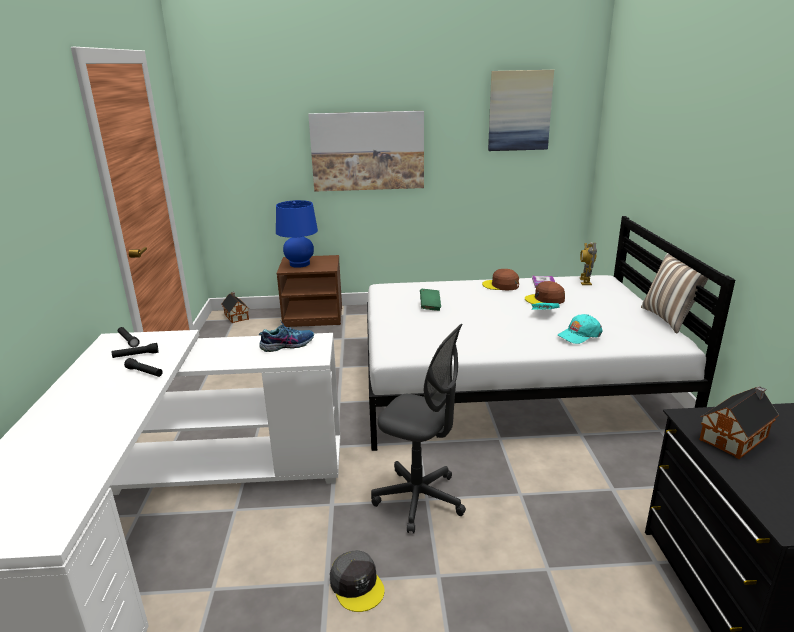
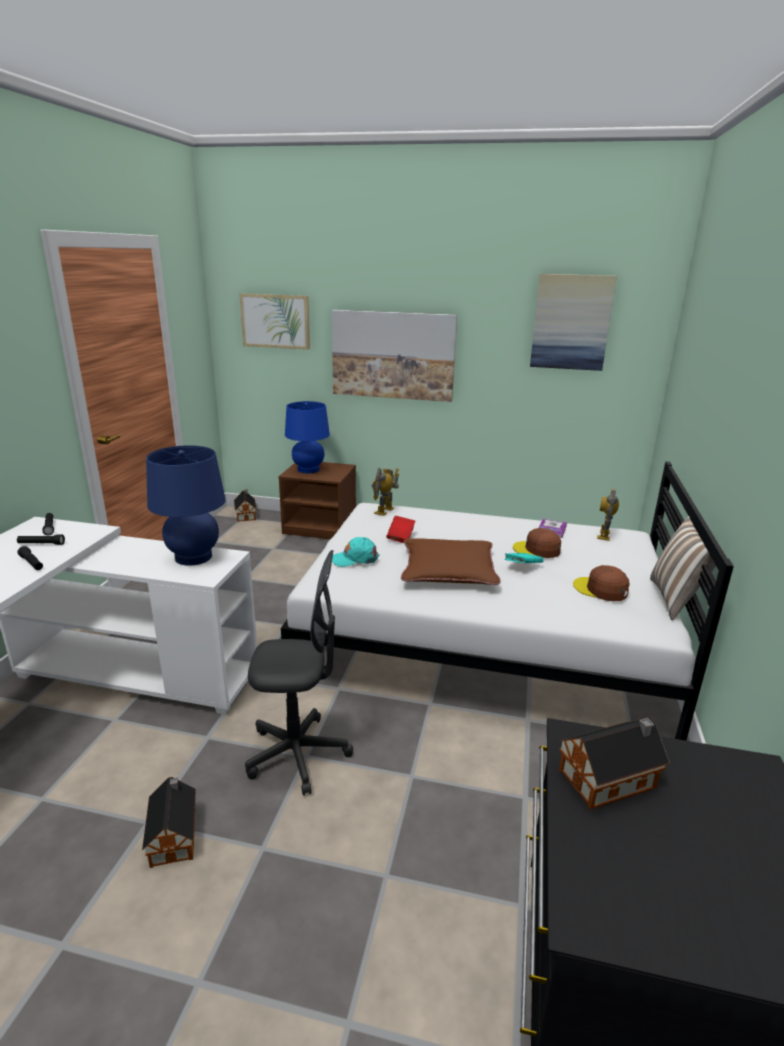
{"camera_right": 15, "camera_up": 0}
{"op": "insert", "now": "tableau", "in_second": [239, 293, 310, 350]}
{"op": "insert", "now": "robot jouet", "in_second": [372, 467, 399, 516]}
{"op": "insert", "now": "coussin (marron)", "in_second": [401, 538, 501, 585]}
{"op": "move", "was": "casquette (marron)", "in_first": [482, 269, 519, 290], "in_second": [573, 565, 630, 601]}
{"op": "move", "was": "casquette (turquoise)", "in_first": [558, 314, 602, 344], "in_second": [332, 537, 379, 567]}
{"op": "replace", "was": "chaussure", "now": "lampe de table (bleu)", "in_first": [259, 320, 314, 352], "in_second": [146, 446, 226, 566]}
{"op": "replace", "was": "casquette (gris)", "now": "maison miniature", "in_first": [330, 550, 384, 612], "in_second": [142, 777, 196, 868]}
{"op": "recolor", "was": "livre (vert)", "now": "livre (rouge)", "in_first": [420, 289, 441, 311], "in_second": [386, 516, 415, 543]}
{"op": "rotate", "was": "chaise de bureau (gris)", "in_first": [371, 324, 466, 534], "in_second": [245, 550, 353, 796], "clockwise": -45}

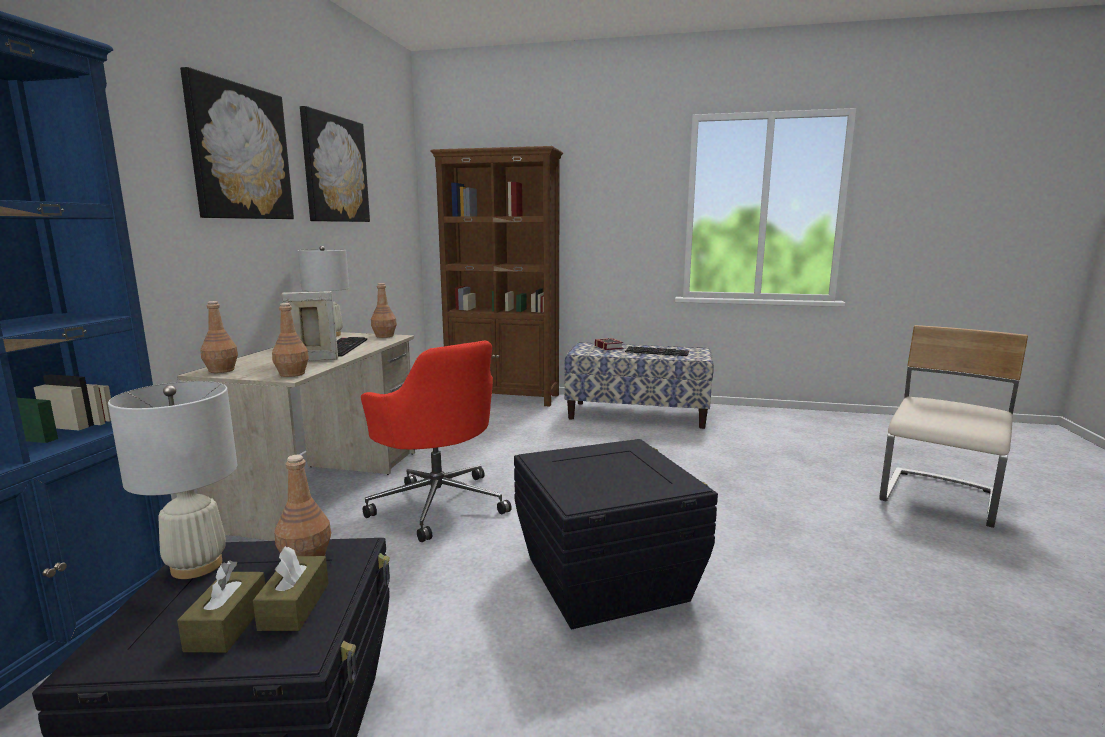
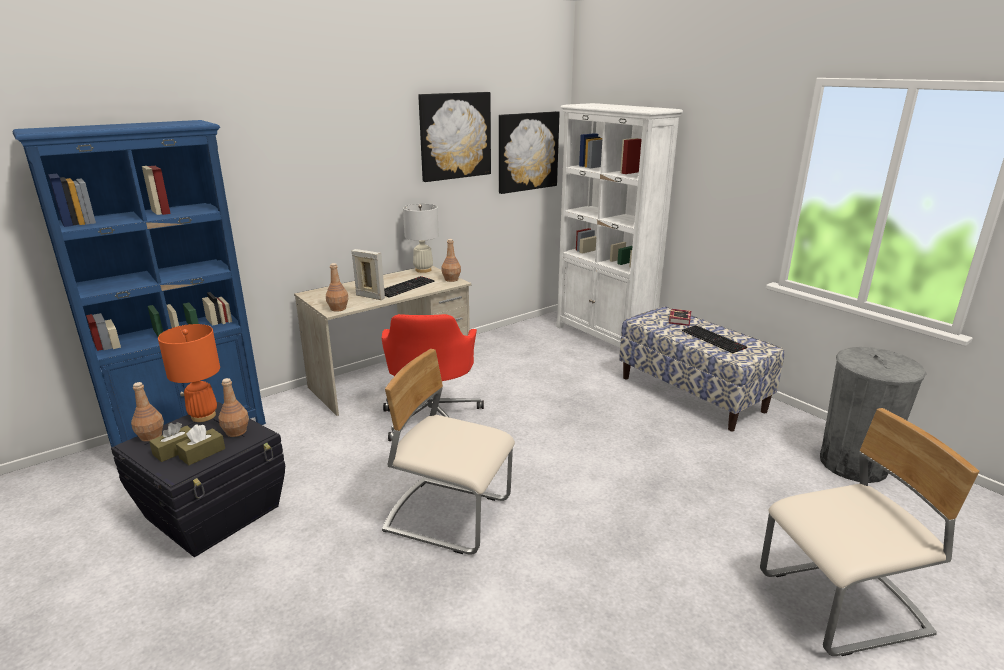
{"camera_right": 40, "camera_up": 10}
{"op": "insert", "now": "poubelle (gris)", "in_second": [820, 347, 926, 483]}
{"op": "move", "was": "tableau", "in_first": [180, 67, 294, 219], "in_second": [499, 111, 560, 194]}
{"op": "move", "was": "bouteille (marron)", "in_first": [200, 301, 238, 373], "in_second": [131, 382, 164, 442]}
{"op": "replace", "was": "boîte de rangement (noir)", "now": "chaise (beige)", "in_first": [514, 439, 718, 629], "in_second": [382, 349, 515, 555]}
{"op": "recolor", "was": "lampe de table (blanc)", "now": "lampe de table (orange)", "in_first": [108, 381, 237, 579], "in_second": [158, 324, 220, 422]}
{"op": "recolor", "was": "bibliothèque (marron)", "now": "bibliothèque (blanc)", "in_first": [430, 146, 563, 407], "in_second": [556, 103, 683, 348]}

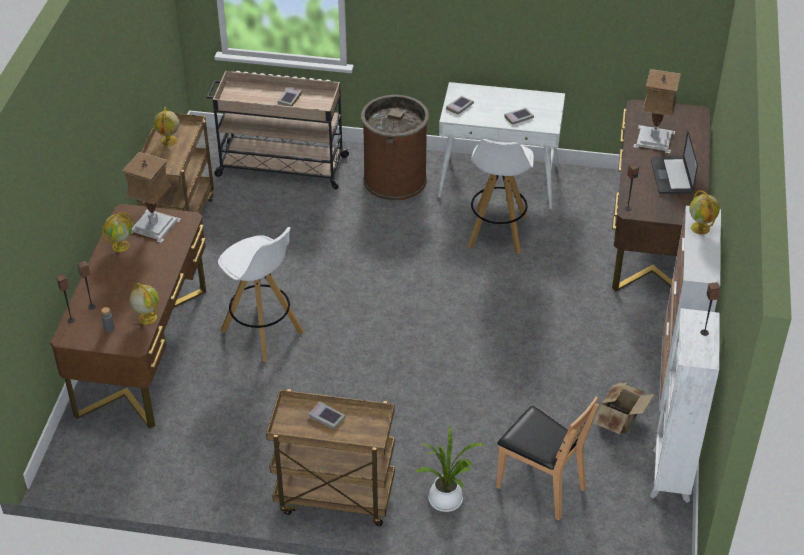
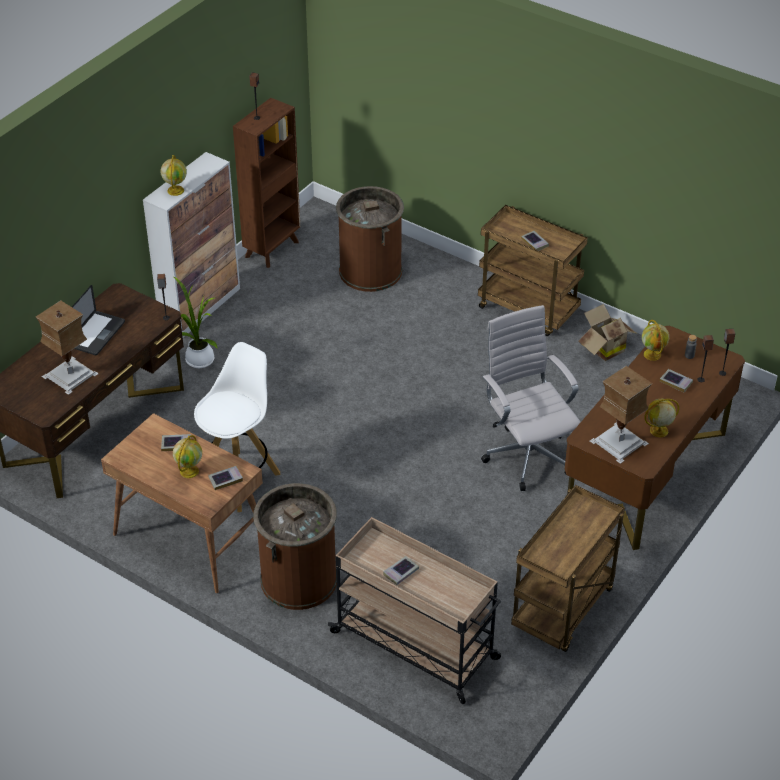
{"camera_right": -155, "camera_up": 0}
{"op": "insert", "now": "livre", "in_second": [660, 369, 693, 392]}
{"op": "move", "was": "globe", "in_first": [154, 107, 179, 146], "in_second": [173, 435, 202, 478]}
{"op": "move", "was": "plante en pot", "in_first": [416, 425, 485, 512], "in_second": [173, 276, 217, 368]}
{"op": "move", "was": "carton", "in_first": [594, 382, 654, 435], "in_second": [578, 304, 637, 361]}
{"op": "replace", "was": "tabouret (blanc)", "now": "chaise de bureau (blanc)", "in_first": [218, 227, 304, 362], "in_second": [481, 305, 581, 491]}
{"op": "replace", "was": "chaise (marron)", "now": "poubelle (marron)", "in_first": [496, 397, 599, 520], "in_second": [336, 186, 404, 292]}
{"op": "recolor", "was": "bureau (blanc)", "now": "bureau (marron)", "in_first": [438, 82, 565, 209], "in_second": [101, 413, 263, 593]}
{"op": "recolor", "was": "bibliothèque (blanc)", "now": "bibliothèque (marron)", "in_first": [650, 308, 720, 503], "in_second": [233, 98, 300, 268]}

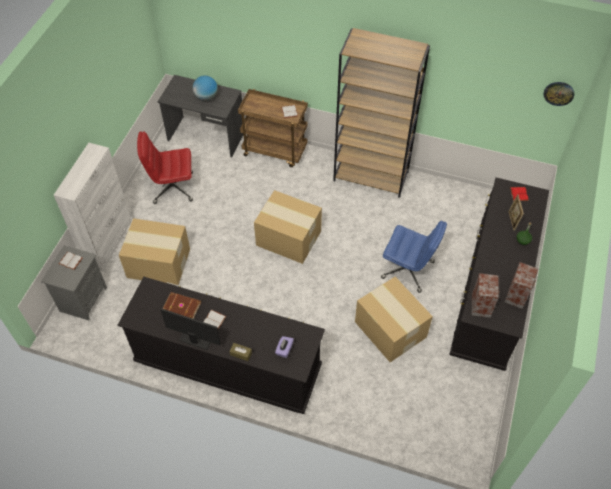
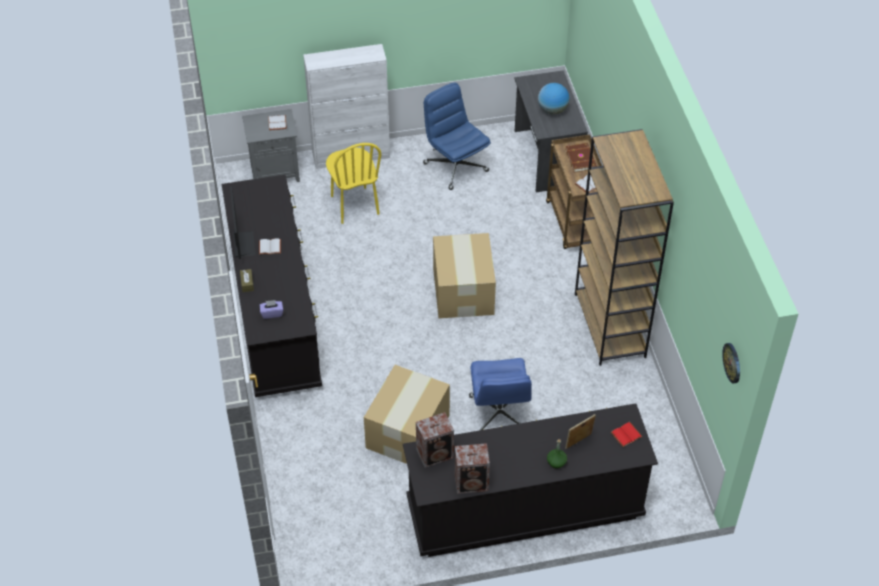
{"camera_right": 60, "camera_up": -5}
{"op": "move", "was": "livre (marron)", "in_first": [163, 292, 201, 319], "in_second": [565, 143, 597, 172]}
{"op": "replace", "was": "carton", "now": "chaise (jaune)", "in_first": [119, 218, 190, 285], "in_second": [326, 143, 381, 224]}
{"op": "recolor", "was": "chaise de bureau (rouge)", "now": "chaise de bureau (bleu)", "in_first": [137, 131, 193, 204], "in_second": [423, 83, 491, 190]}

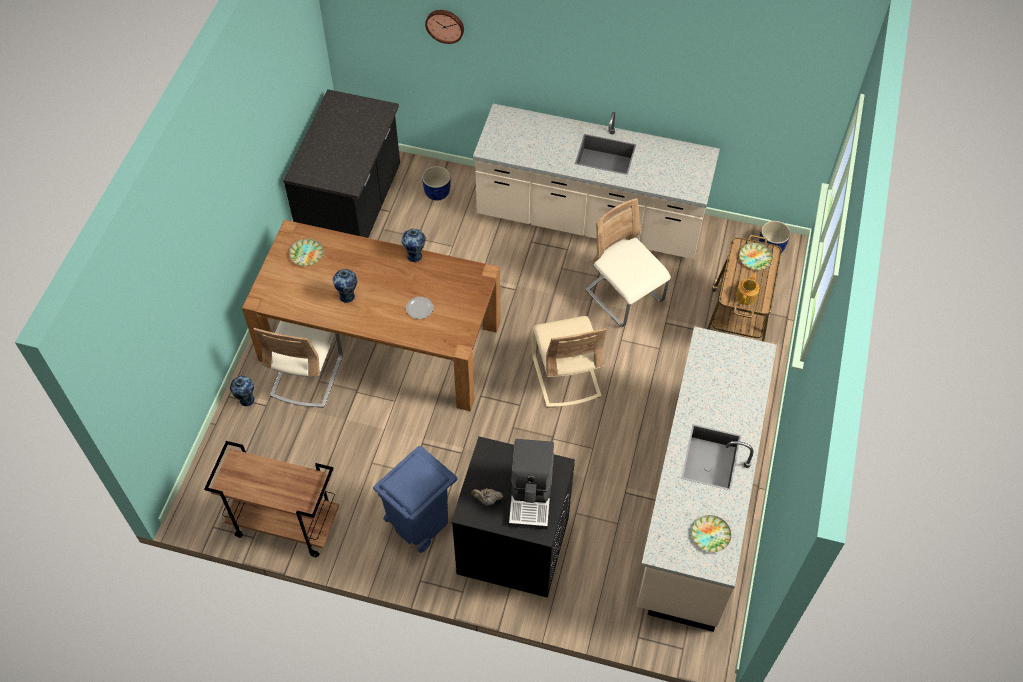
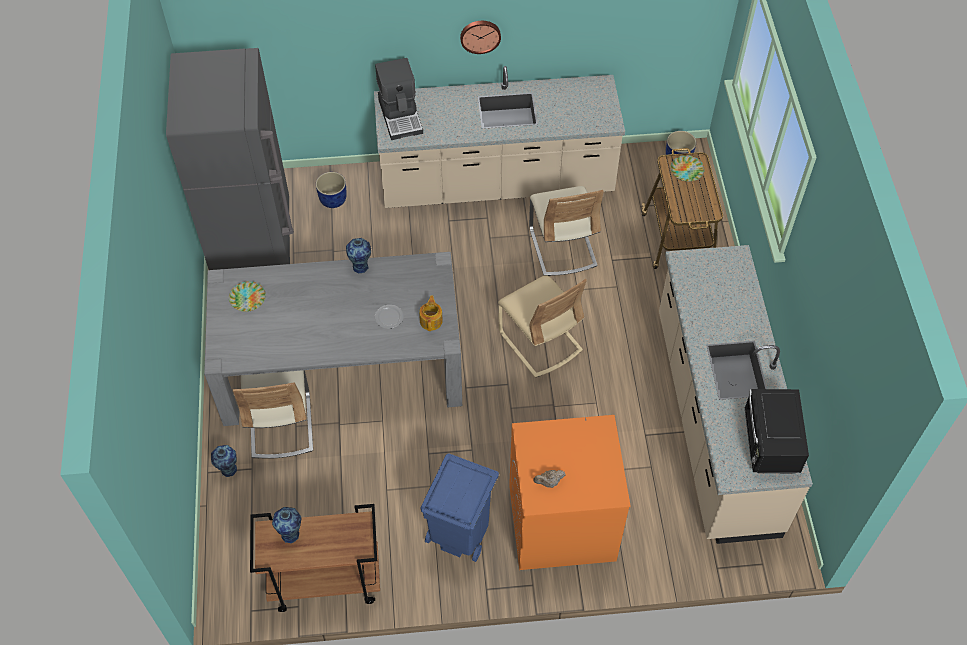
{"camera_right": -20, "camera_up": 0}
{"op": "move", "was": "vase", "in_first": [333, 269, 357, 303], "in_second": [272, 507, 301, 543]}
{"op": "move", "was": "horloge murale", "in_first": [425, 10, 464, 44], "in_second": [460, 21, 501, 54]}
{"op": "move", "was": "machine à café", "in_first": [509, 439, 554, 529], "in_second": [375, 58, 423, 140]}
{"op": "move", "was": "théière", "in_first": [736, 273, 759, 305], "in_second": [419, 295, 443, 331]}
{"op": "replace", "was": "comptoir de cuisine (noir)", "now": "réfrigérateur (gris)", "in_first": [283, 89, 400, 238], "in_second": [166, 48, 294, 270]}
{"op": "replace", "was": "assiette", "now": "micro-ondes (noir)", "in_first": [691, 515, 731, 552], "in_second": [744, 389, 809, 473]}
{"op": "recolor", "was": "table à manger (marron)", "now": "table à manger (gris)", "in_first": [242, 220, 500, 411], "in_second": [204, 252, 462, 426]}
{"op": "recolor", "was": "lave-linge (noir)", "now": "lave-linge (orange)", "in_first": [451, 436, 575, 598], "in_second": [509, 415, 631, 570]}
{"op": "rotate", "was": "chaise (beige)", "in_first": [585, 198, 671, 327], "in_second": [529, 186, 604, 276], "clockwise": -135}

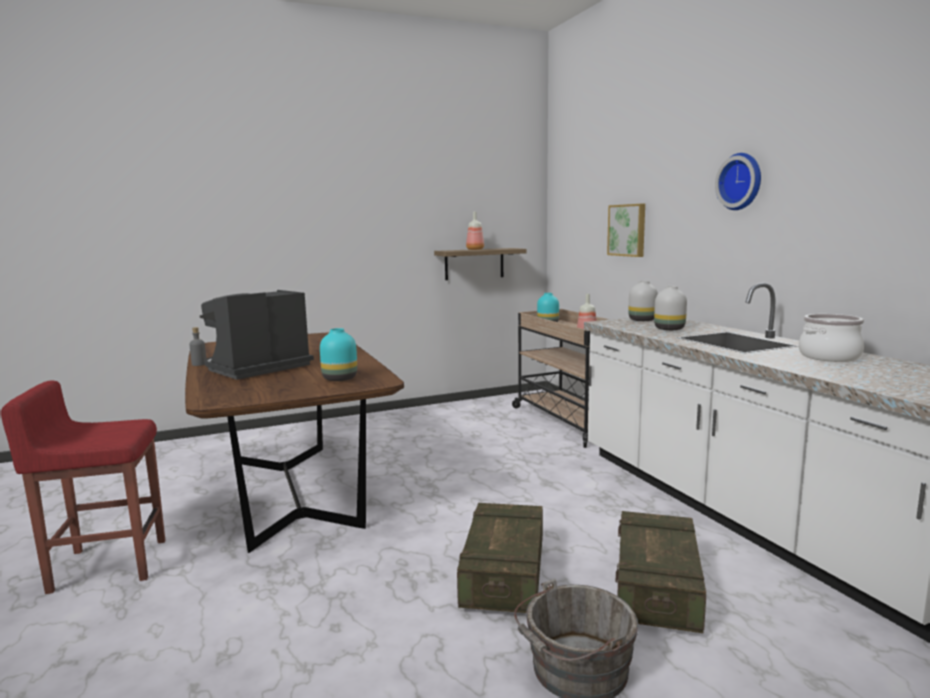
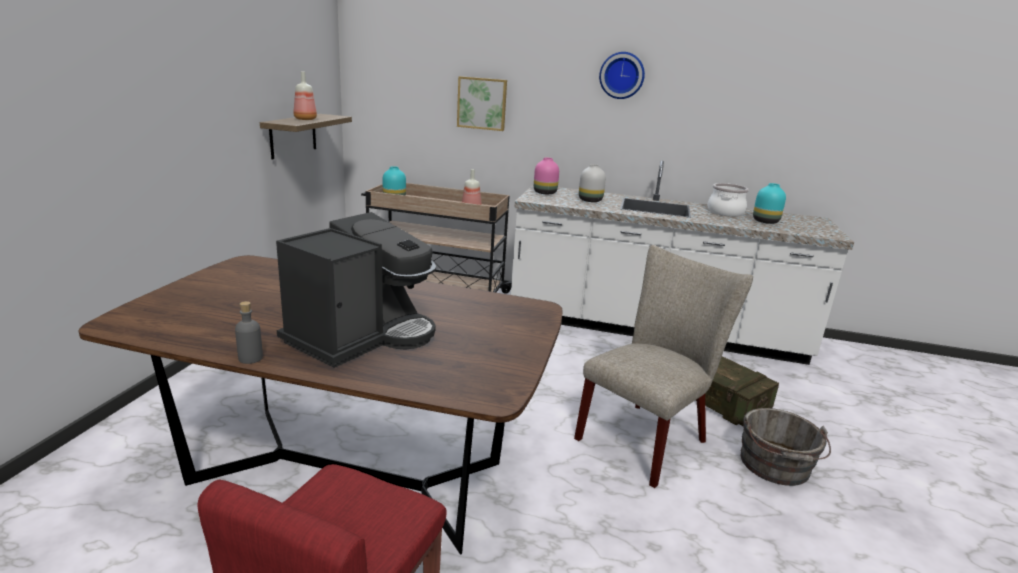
{"camera_right": -55, "camera_up": 10}
{"op": "move", "was": "vase (turquoise)", "in_first": [320, 328, 357, 381], "in_second": [753, 183, 786, 224]}
{"op": "replace", "was": "caisse", "now": "chaise (beige)", "in_first": [457, 503, 543, 613], "in_second": [574, 245, 753, 488]}
{"op": "recolor", "was": "vase (blanc)", "now": "vase (rose)", "in_first": [628, 281, 658, 321], "in_second": [534, 157, 559, 194]}
{"op": "rotate", "was": "machine à café", "in_first": [200, 290, 314, 380], "in_second": [276, 212, 436, 368], "clockwise": -135}

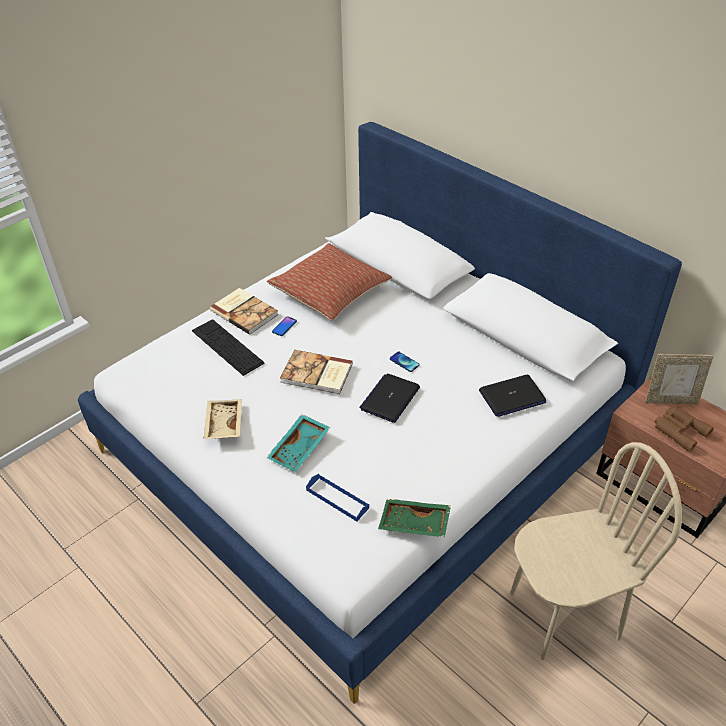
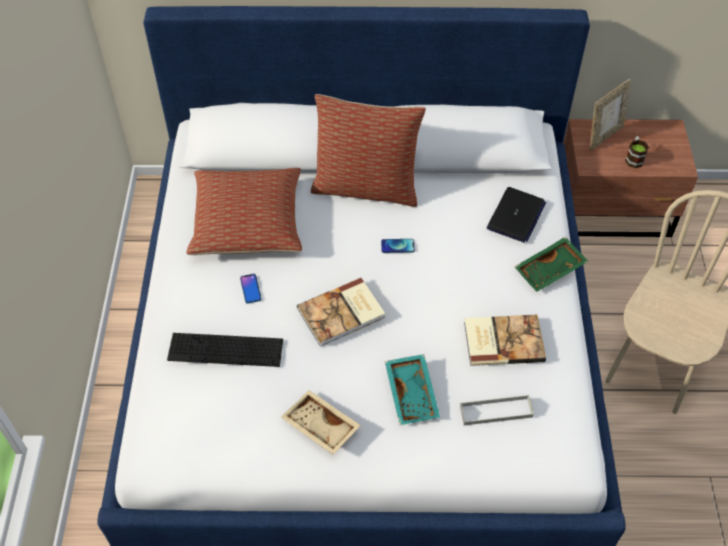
{"camera_right": -45, "camera_up": 10}
{"op": "delete", "was": "ordinateur portable", "in_first": [359, 374, 420, 423]}
{"op": "insert", "now": "coussin", "in_second": [311, 94, 426, 207]}
{"op": "move", "was": "livre", "in_first": [210, 288, 278, 335], "in_second": [464, 315, 546, 366]}
{"op": "move", "was": "plateau (vert)", "in_first": [378, 499, 451, 537], "in_second": [514, 237, 588, 292]}
{"op": "replace", "was": "jumelles (marron)", "now": "mug", "in_first": [655, 406, 714, 452], "in_second": [625, 136, 649, 168]}
{"op": "recolor", "was": "plateau (bleu)", "now": "plateau (gris)", "in_first": [306, 474, 369, 522], "in_second": [460, 395, 534, 425]}

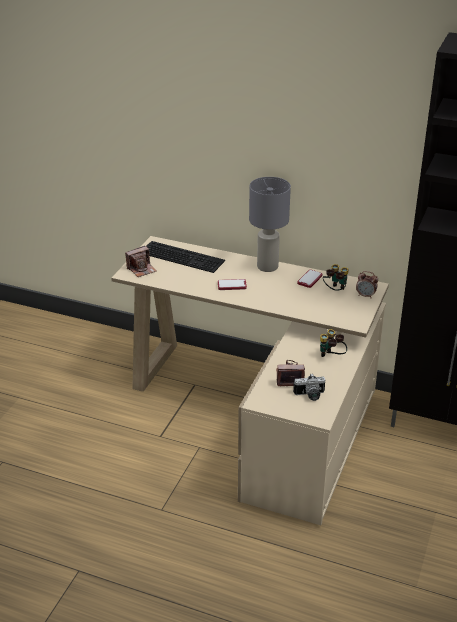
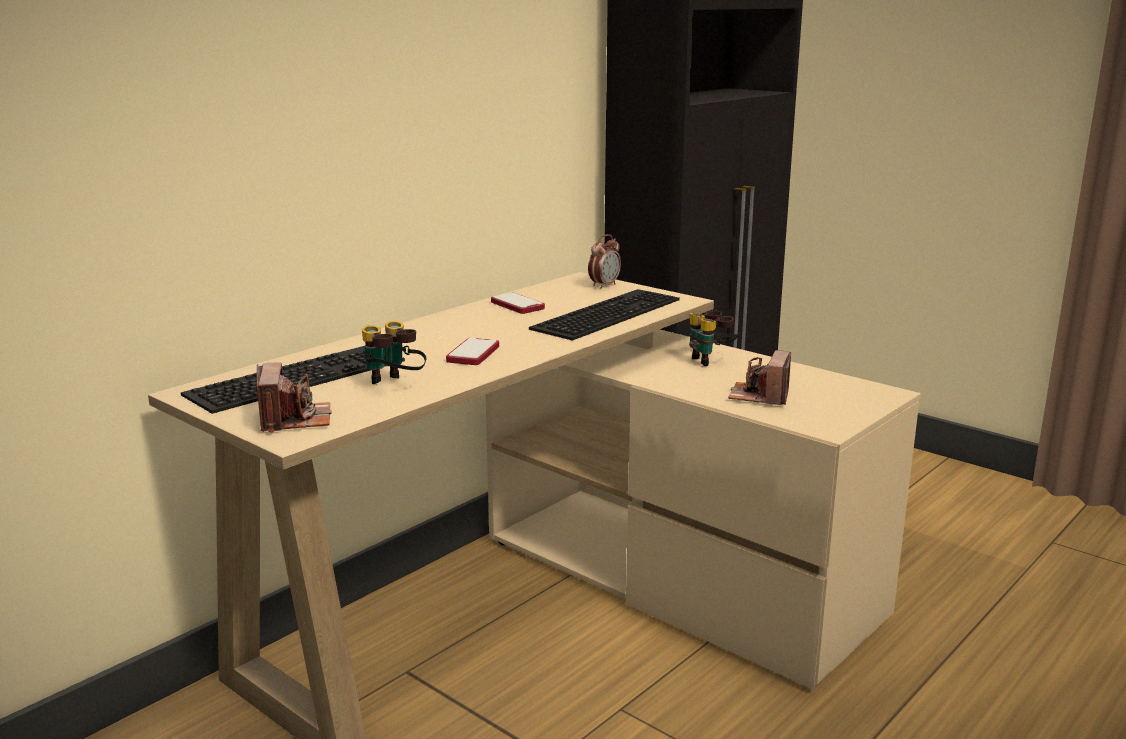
{"camera_right": -70, "camera_up": -15}
{"op": "delete", "was": "lampe de table (gris)", "in_first": [249, 177, 291, 272]}
{"op": "delete", "was": "appareil photo", "in_first": [293, 374, 325, 401]}
{"op": "insert", "now": "clavier", "in_second": [529, 289, 680, 341]}
{"op": "move", "was": "jumelles", "in_first": [323, 264, 349, 291], "in_second": [362, 321, 426, 384]}

